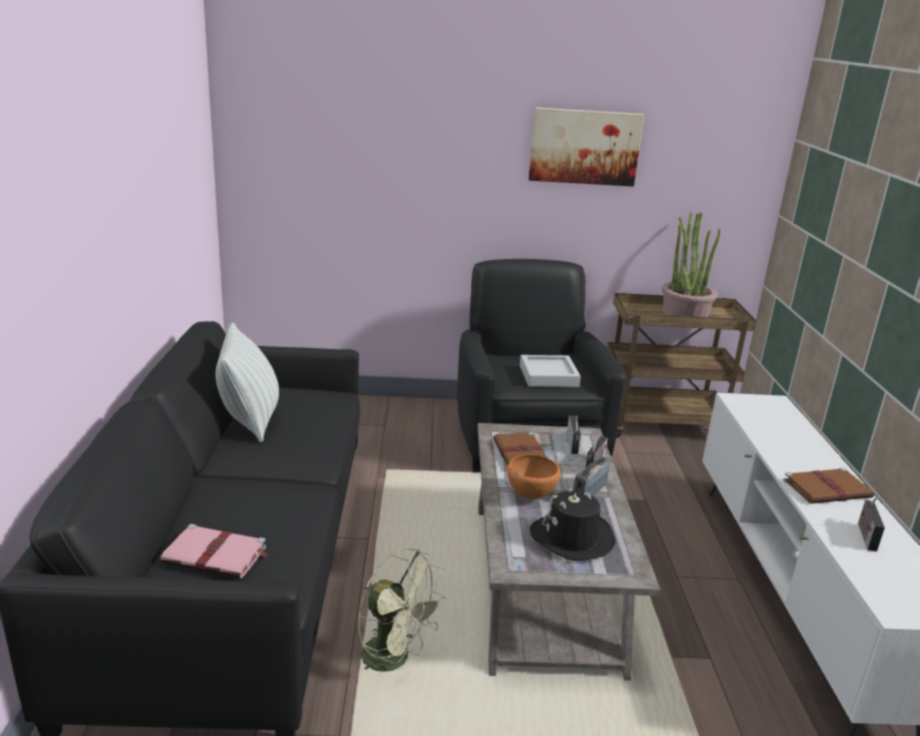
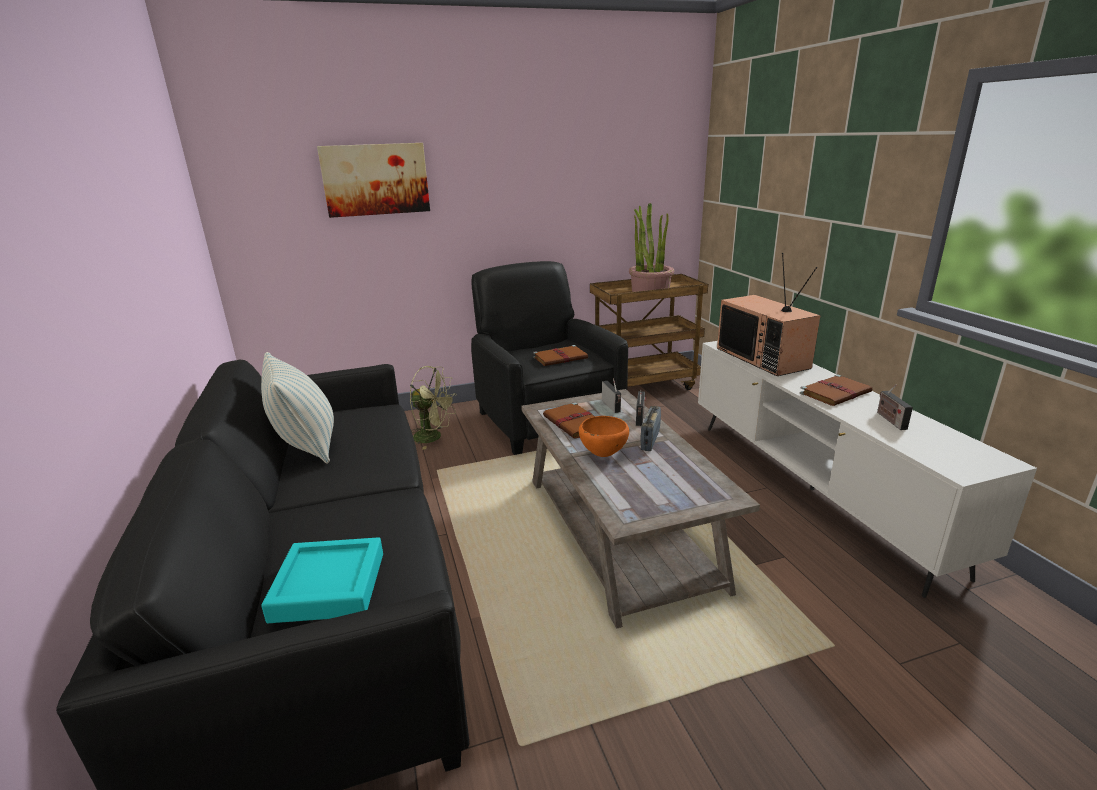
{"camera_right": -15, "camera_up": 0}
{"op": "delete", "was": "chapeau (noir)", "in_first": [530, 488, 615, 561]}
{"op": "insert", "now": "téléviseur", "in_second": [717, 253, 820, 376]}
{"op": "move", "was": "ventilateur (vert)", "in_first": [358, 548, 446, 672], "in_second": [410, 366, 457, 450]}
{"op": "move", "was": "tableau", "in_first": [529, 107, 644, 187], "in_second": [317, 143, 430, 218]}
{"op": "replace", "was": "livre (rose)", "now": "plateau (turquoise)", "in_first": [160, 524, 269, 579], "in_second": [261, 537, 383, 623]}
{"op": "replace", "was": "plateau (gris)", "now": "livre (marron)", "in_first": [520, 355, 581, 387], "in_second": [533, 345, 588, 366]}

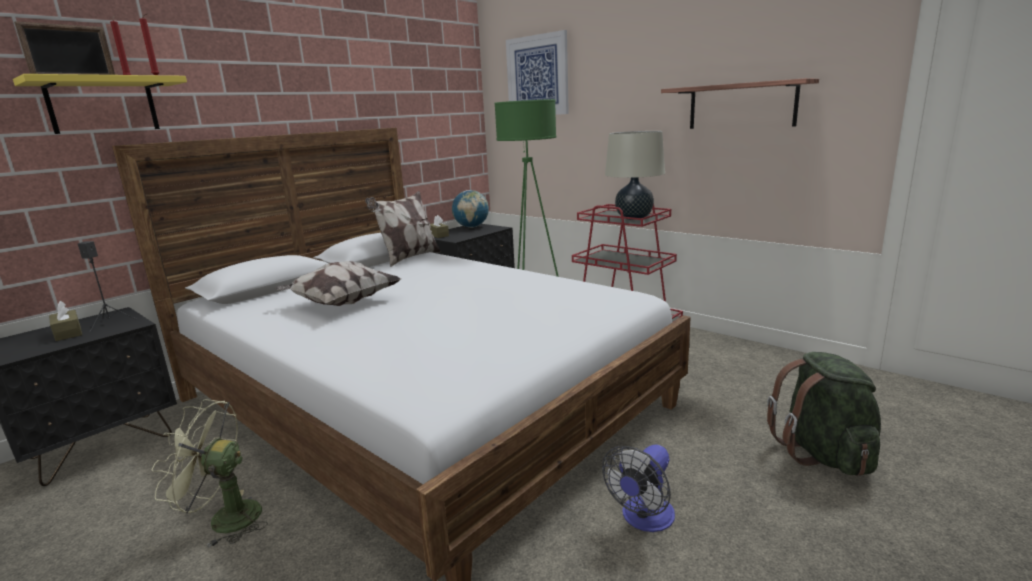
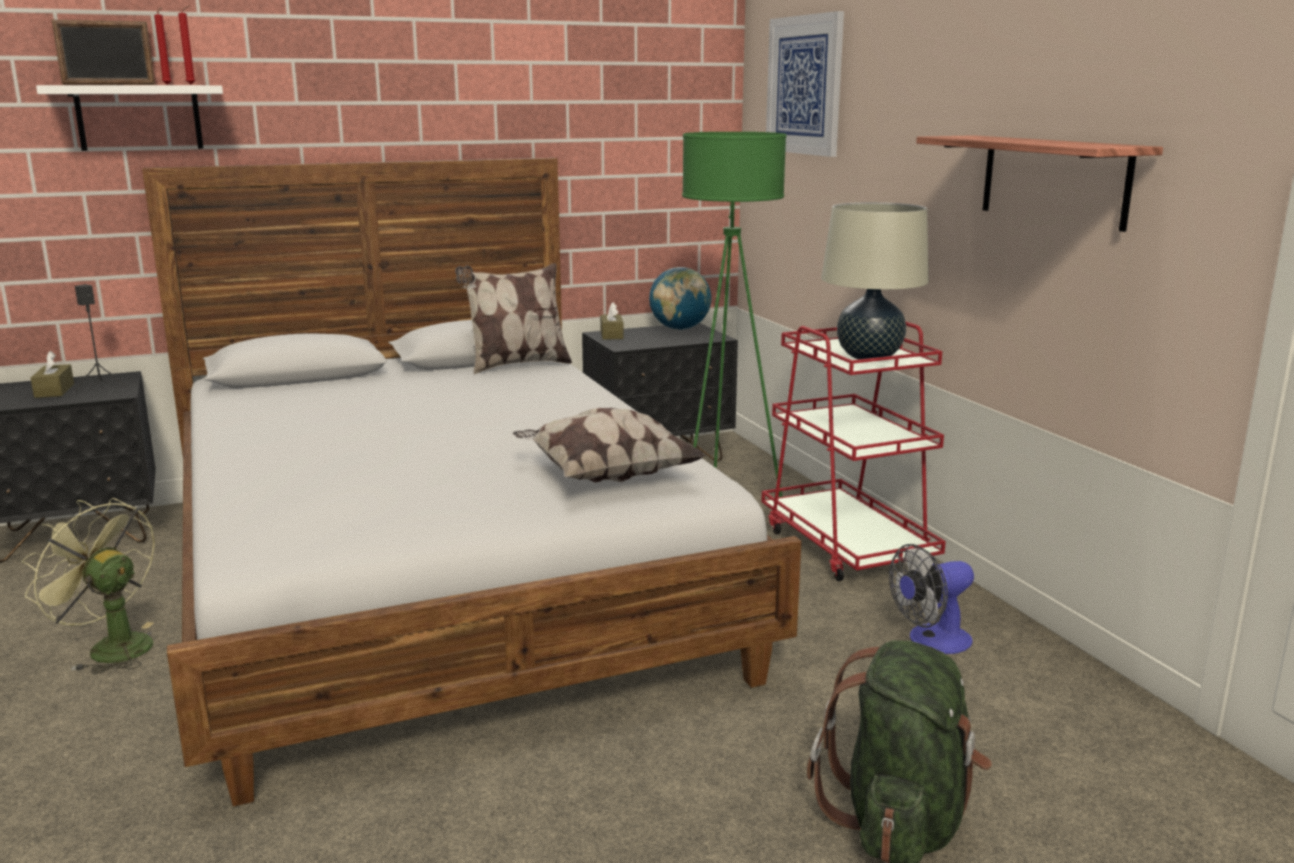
{"camera_right": 25, "camera_up": 0}
{"op": "move", "was": "coussin", "in_first": [274, 261, 400, 306], "in_second": [513, 408, 706, 483]}
{"op": "move", "was": "ventilateur", "in_first": [602, 445, 675, 532], "in_second": [889, 544, 974, 654]}
{"op": "recolor", "was": "étagère (jaune)", "now": "étagère (blanc)", "in_first": [13, 74, 187, 134], "in_second": [36, 85, 223, 151]}

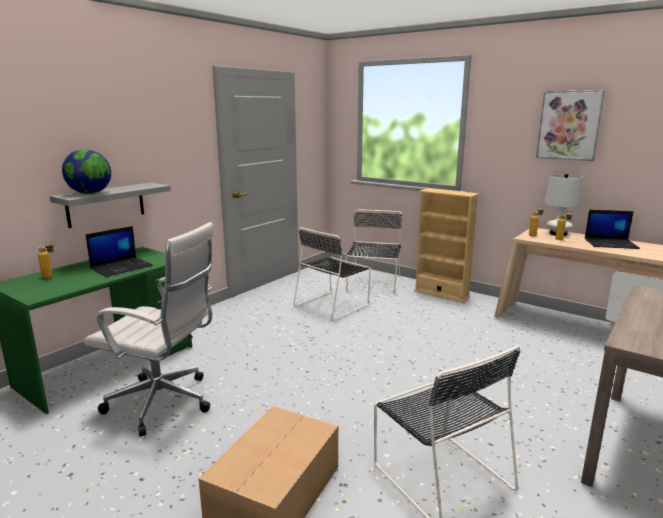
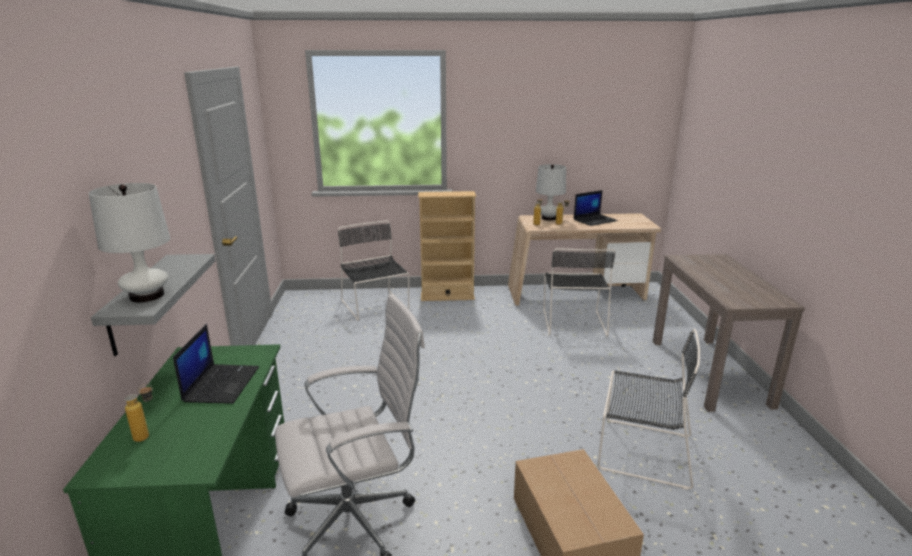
{"camera_right": -40, "camera_up": 5}
{"op": "delete", "was": "tableau", "in_first": [536, 90, 605, 161]}
{"op": "move", "was": "chaise (noir)", "in_first": [293, 227, 371, 321], "in_second": [543, 248, 615, 337]}
{"op": "replace", "was": "globe", "now": "lampe de table (blanc)", "in_first": [62, 149, 111, 194], "in_second": [89, 183, 170, 302]}

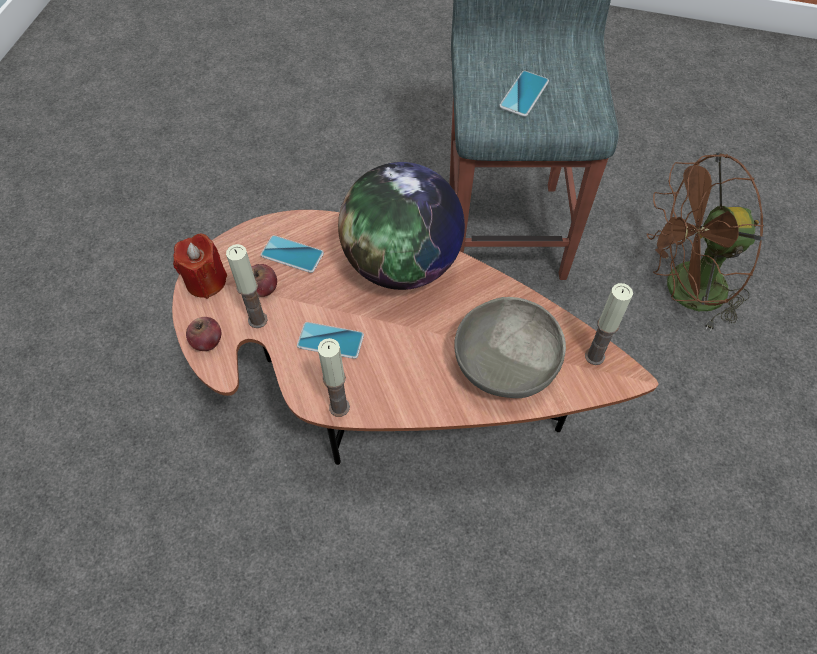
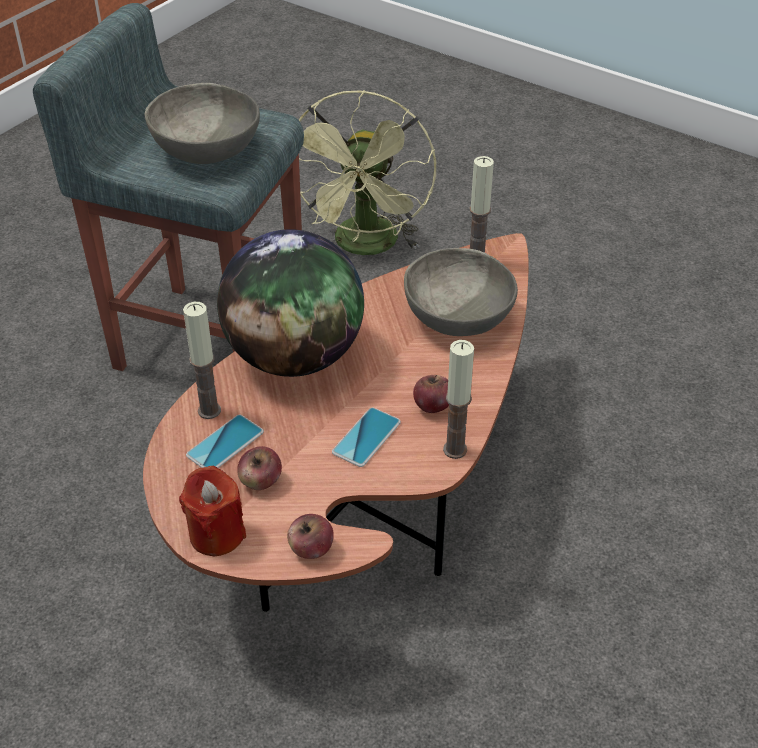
{"camera_right": -70, "camera_up": -15}
{"op": "insert", "now": "pomme", "in_second": [413, 375, 449, 413]}
{"op": "move", "was": "bougie", "in_first": [226, 244, 268, 328], "in_second": [183, 302, 221, 419]}
{"op": "replace", "was": "téléphone", "now": "bol (gris)", "in_first": [499, 71, 549, 117], "in_second": [145, 83, 260, 164]}
{"op": "recolor", "was": "ventilateur (marron)", "now": "ventilateur (vert)", "in_first": [647, 153, 765, 332], "in_second": [299, 90, 436, 255]}

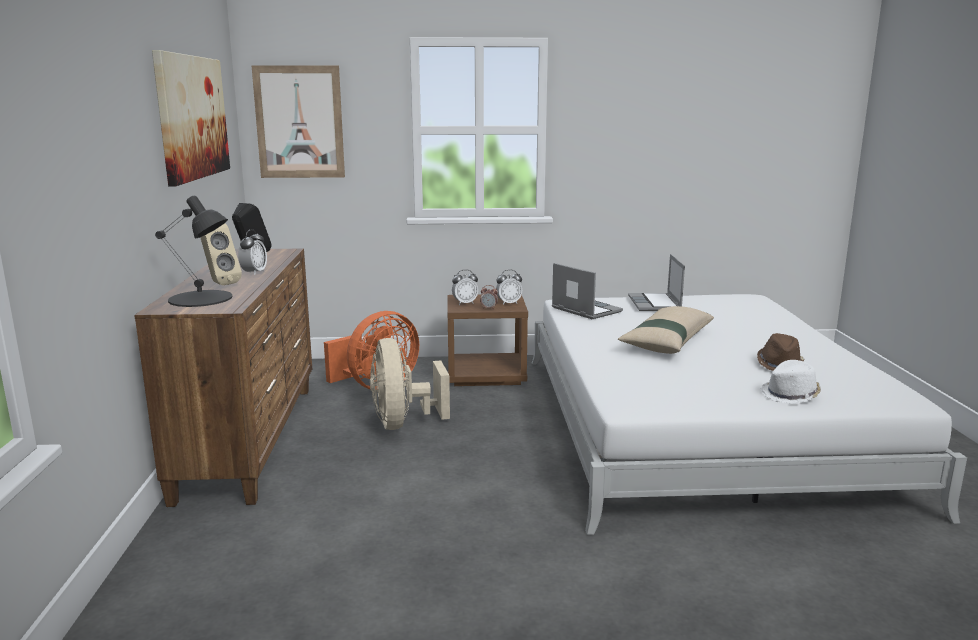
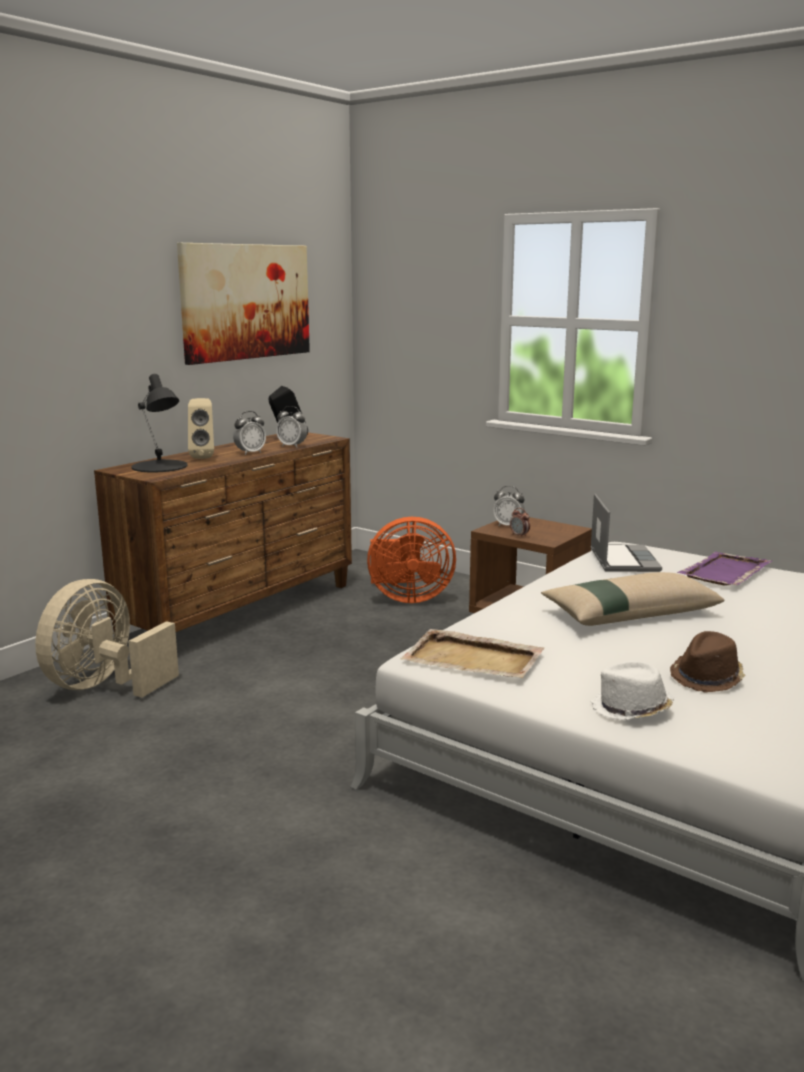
{"camera_right": 40, "camera_up": 0}
{"op": "delete", "was": "tableau", "in_first": [251, 65, 345, 178]}
{"op": "insert", "now": "plateau (beige)", "in_second": [400, 629, 544, 678]}
{"op": "move", "was": "ventilateur (beige)", "in_first": [370, 338, 450, 430], "in_second": [35, 579, 179, 698]}
{"op": "move", "was": "réveil", "in_first": [496, 270, 522, 305], "in_second": [276, 406, 307, 448]}
{"op": "replace", "was": "ordinateur portable", "now": "plateau (violet)", "in_first": [628, 254, 685, 311], "in_second": [677, 552, 772, 586]}

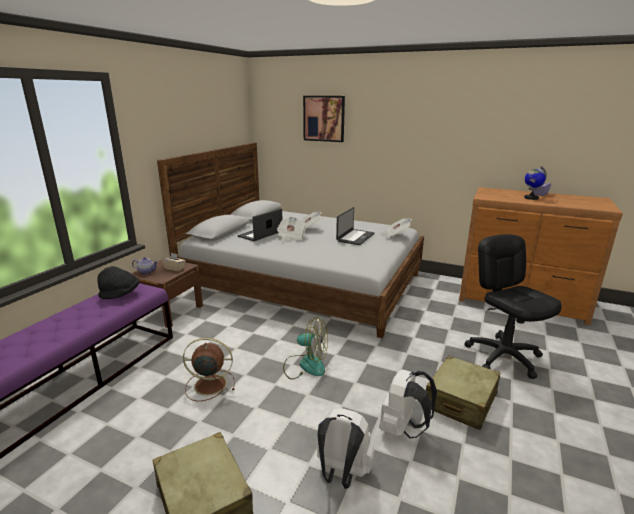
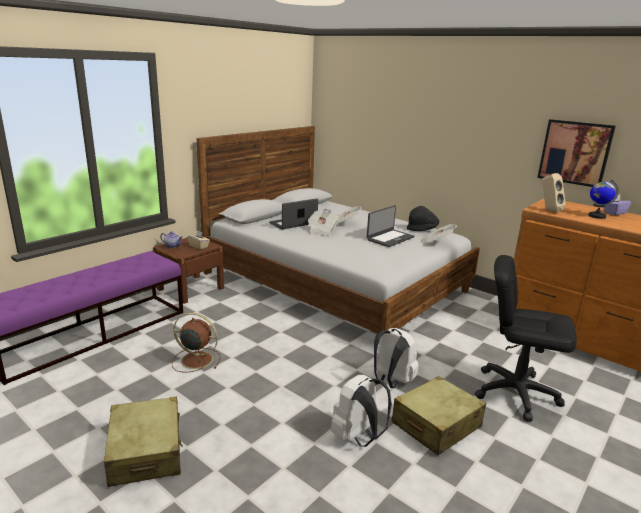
{"camera_right": 15, "camera_up": 0}
{"op": "delete", "was": "ventilateur", "in_first": [283, 317, 328, 379]}
{"op": "insert", "now": "enceinte (beige)", "in_second": [542, 173, 566, 212]}
{"op": "move", "was": "chapeau (noir)", "in_first": [97, 266, 140, 300], "in_second": [407, 206, 439, 231]}
{"op": "move", "was": "tableau", "in_first": [303, 96, 345, 142], "in_second": [537, 119, 616, 187]}
{"op": "move", "was": "sac à dos (blanc)", "in_first": [317, 408, 375, 489], "in_second": [374, 328, 419, 388]}
{"op": "rotate", "was": "chaise de bureau (noir)", "in_first": [464, 234, 562, 379], "in_second": [475, 255, 577, 422], "clockwise": -60}

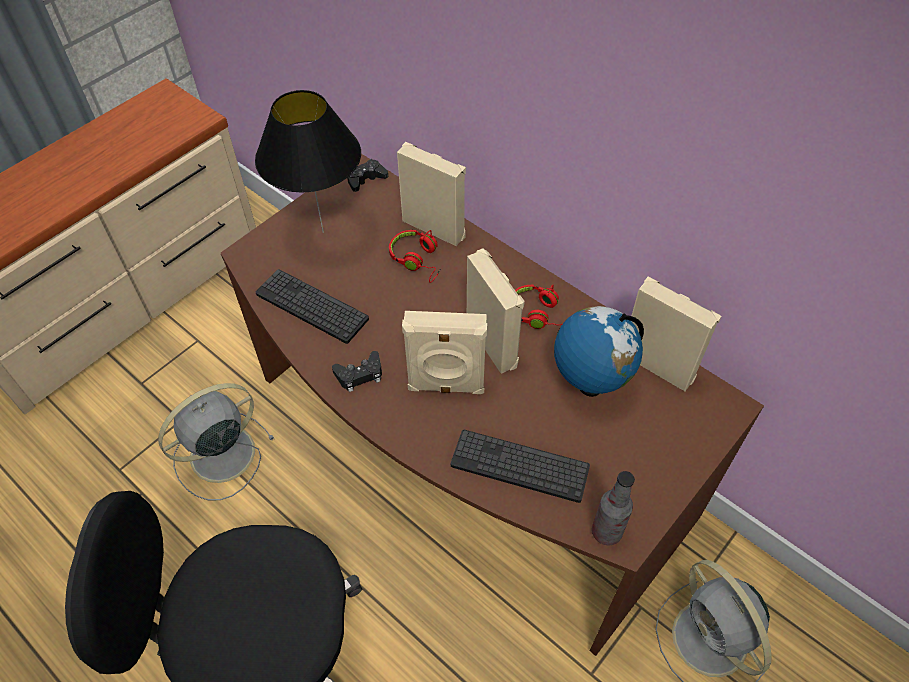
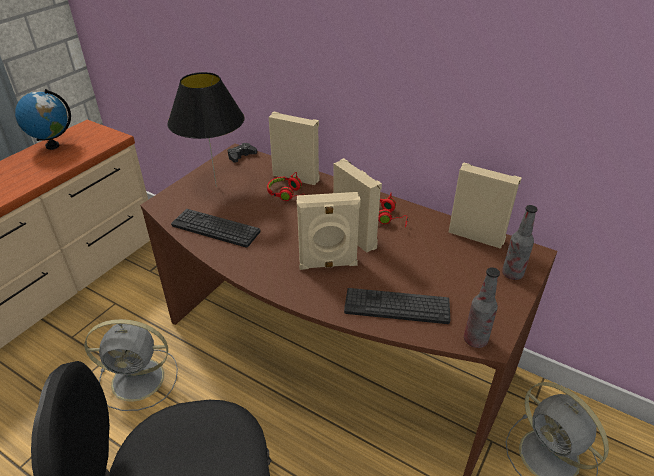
{"camera_right": -10, "camera_up": -15}
{"op": "delete", "was": "manette (noir)", "in_first": [332, 351, 382, 392]}
{"op": "insert", "now": "bouteille", "in_second": [502, 205, 538, 280]}
{"op": "move", "was": "globe", "in_first": [554, 306, 644, 397], "in_second": [15, 89, 71, 150]}
{"op": "rotate", "was": "ventilateur (gris)", "in_first": [158, 383, 274, 500], "in_second": [84, 319, 178, 411], "clockwise": -135}

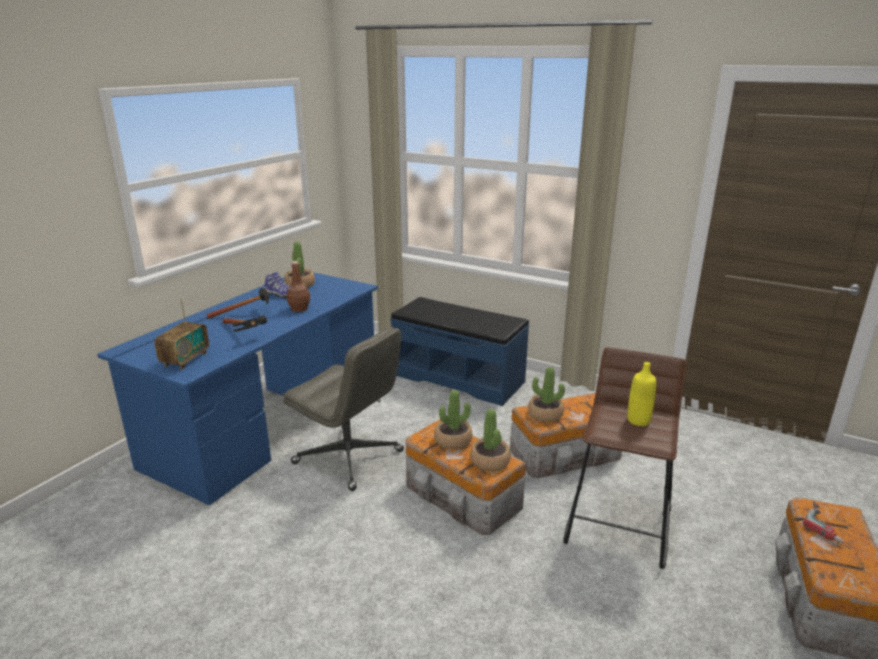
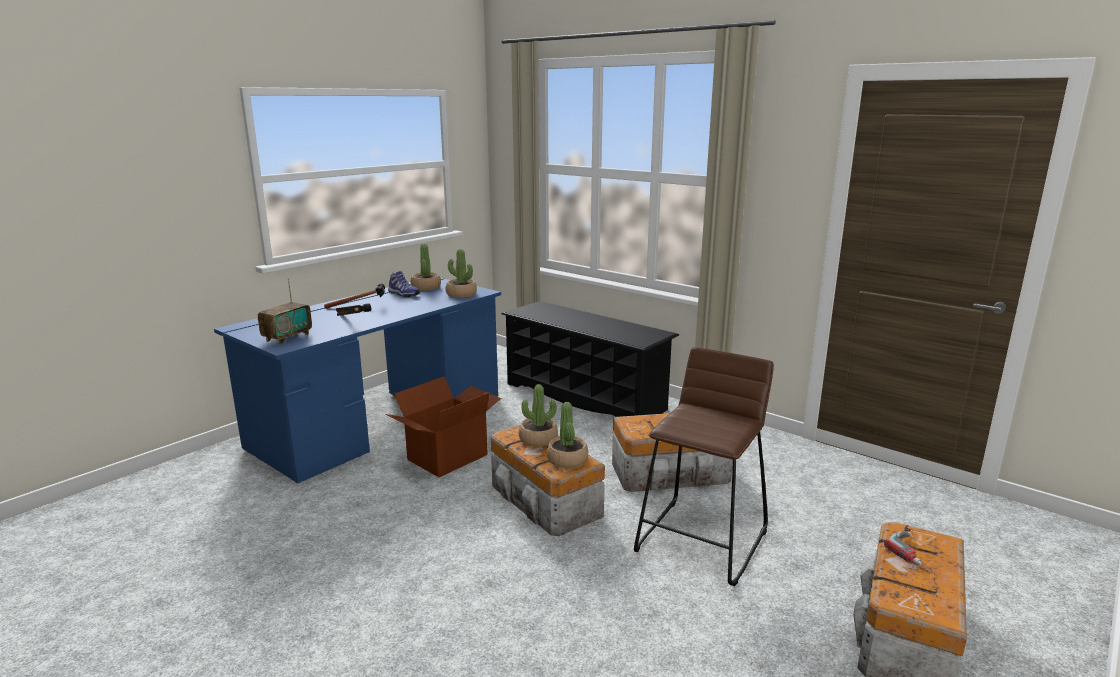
{"camera_right": 10, "camera_up": -5}
{"op": "delete", "was": "bouteille (marron)", "in_first": [286, 261, 310, 312]}
{"op": "delete", "was": "bouteille (jaune)", "in_first": [628, 362, 656, 426]}
{"op": "move", "was": "plante en pot", "in_first": [528, 367, 565, 422], "in_second": [446, 249, 477, 298]}
{"op": "replace", "was": "chaise de bureau (gris)", "now": "carton", "in_first": [283, 326, 404, 491], "in_second": [386, 376, 501, 477]}
{"op": "replace", "was": "banc (bleu)", "now": "étagère à chaussures (noir)", "in_first": [390, 297, 529, 406], "in_second": [502, 301, 679, 417]}

